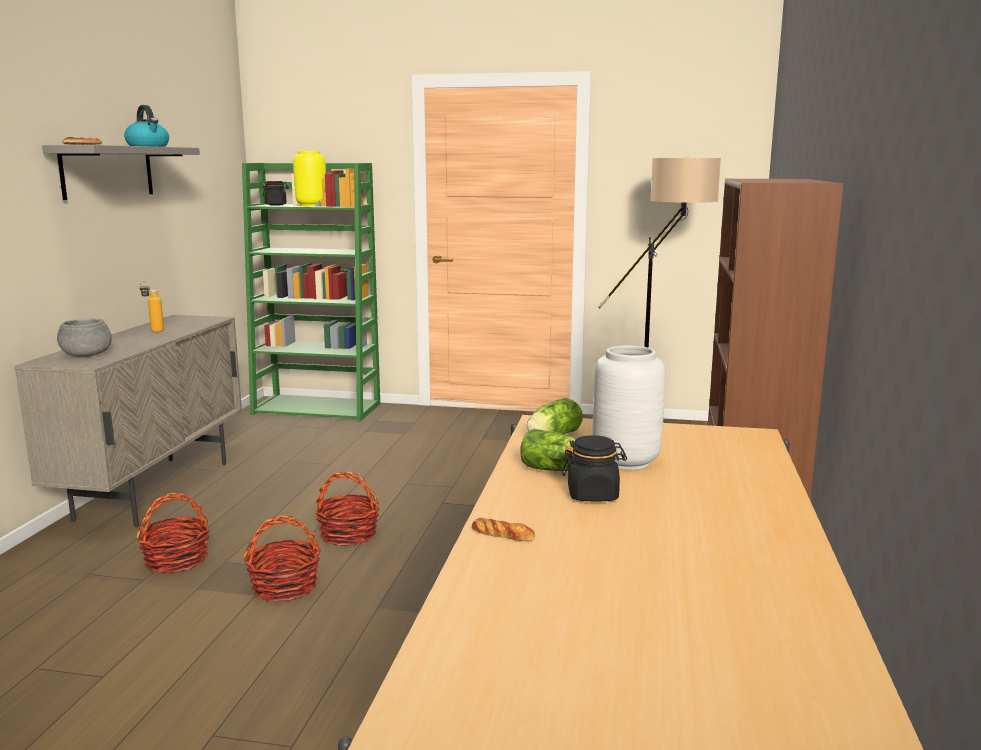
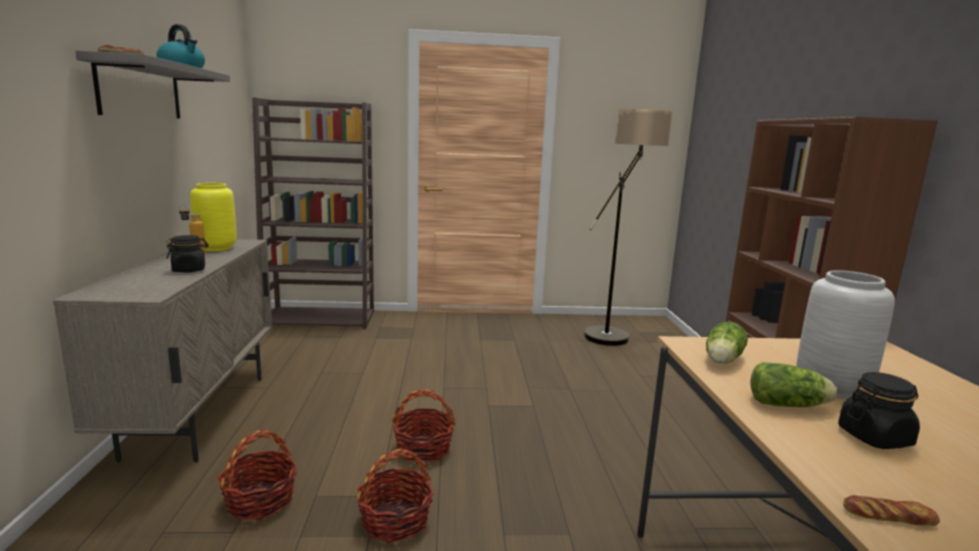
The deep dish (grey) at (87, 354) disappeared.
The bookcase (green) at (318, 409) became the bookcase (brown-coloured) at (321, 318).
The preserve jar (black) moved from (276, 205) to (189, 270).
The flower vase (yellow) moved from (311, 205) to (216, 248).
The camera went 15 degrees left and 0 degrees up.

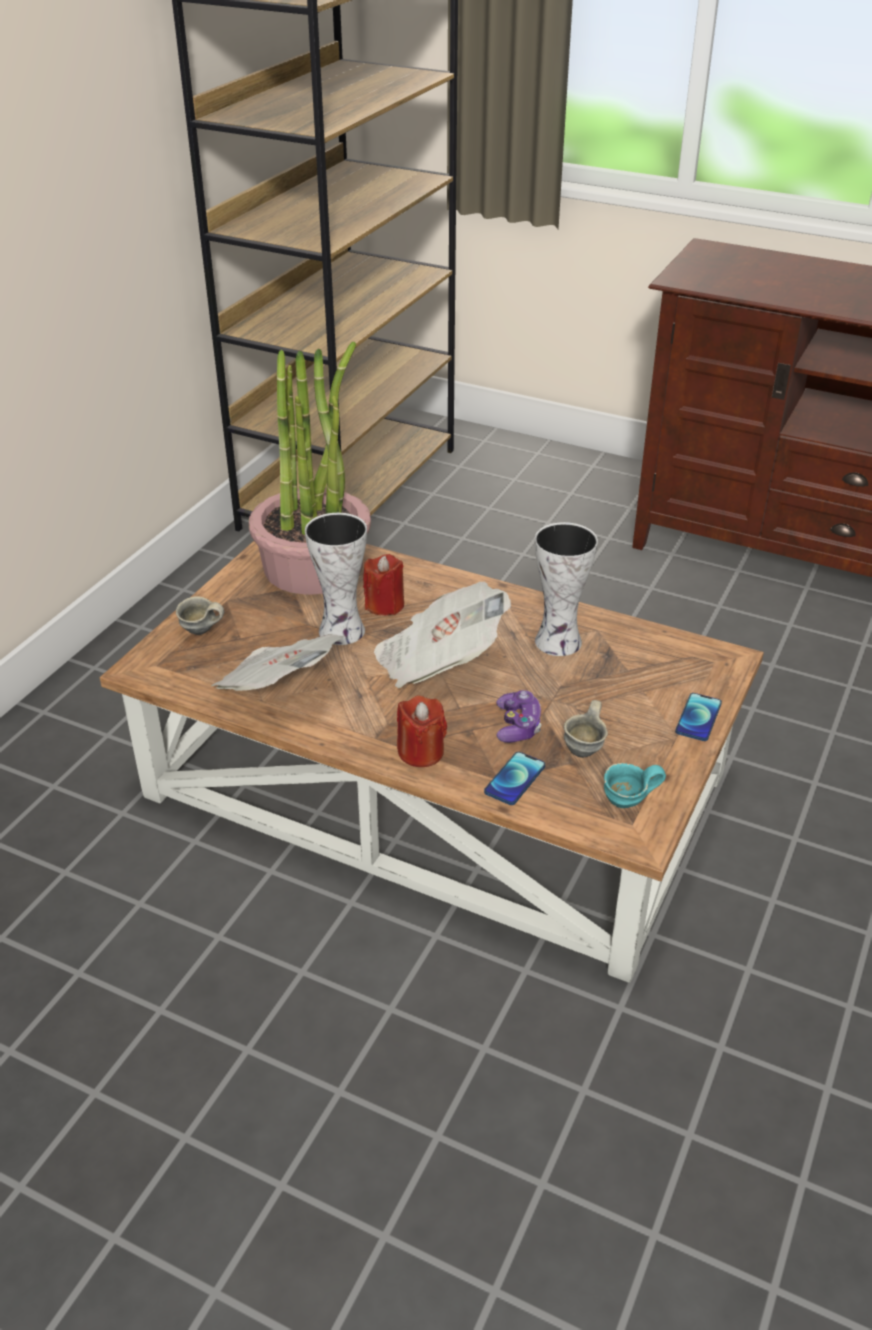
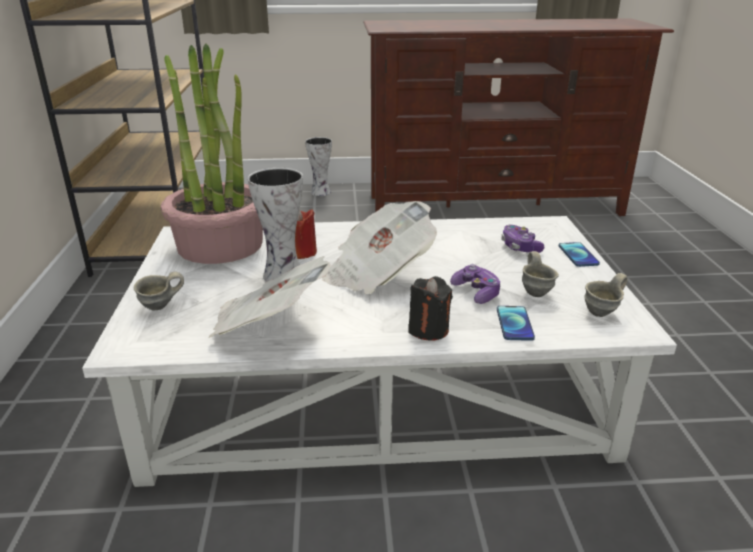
The low table (brown-coloured) at (431, 787) became the low table (white-coloured) at (373, 389).
The wax candle (red) at (421, 752) became the wax candle (black) at (428, 329).
The flower vase moved from (557, 643) to (320, 192).
The mug (turquoise) at (628, 804) became the mug (grey) at (603, 313).
The gamepad at (520, 247) appeared.
The camera went 30 degrees left and 10 degrees down.

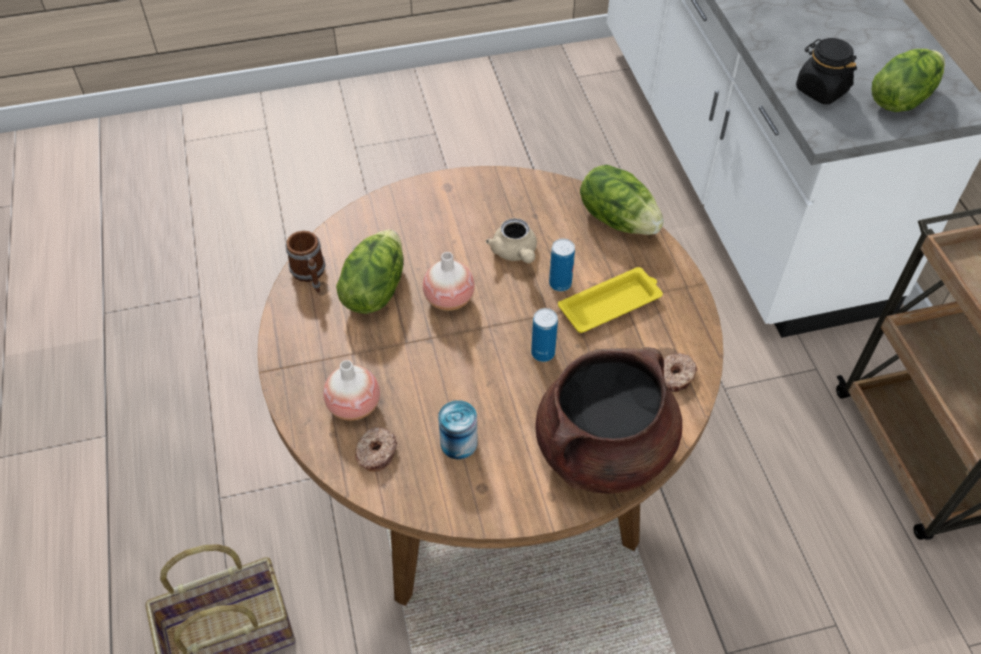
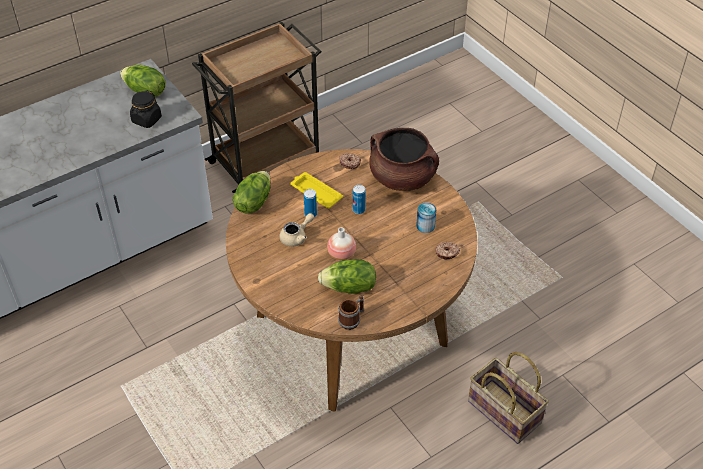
The flower vase at (354, 406) disappeared.
The camera went 110 degrees left and 5 degrees down.

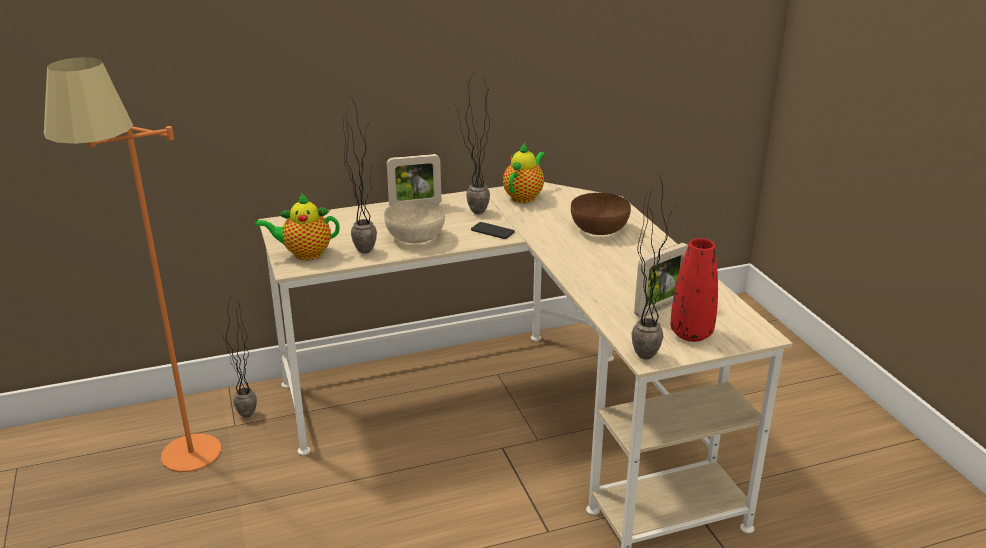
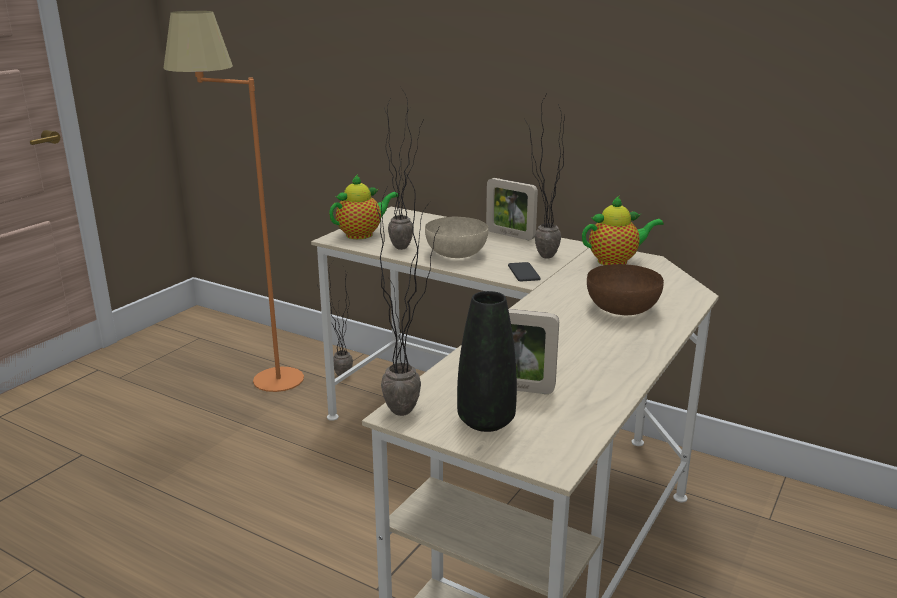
The tea pot at (304, 254) turned 105 degrees clockwise.
The flower vase (red) at (691, 334) became the flower vase (black) at (486, 421).
The camera went 50 degrees right and 5 degrees down.

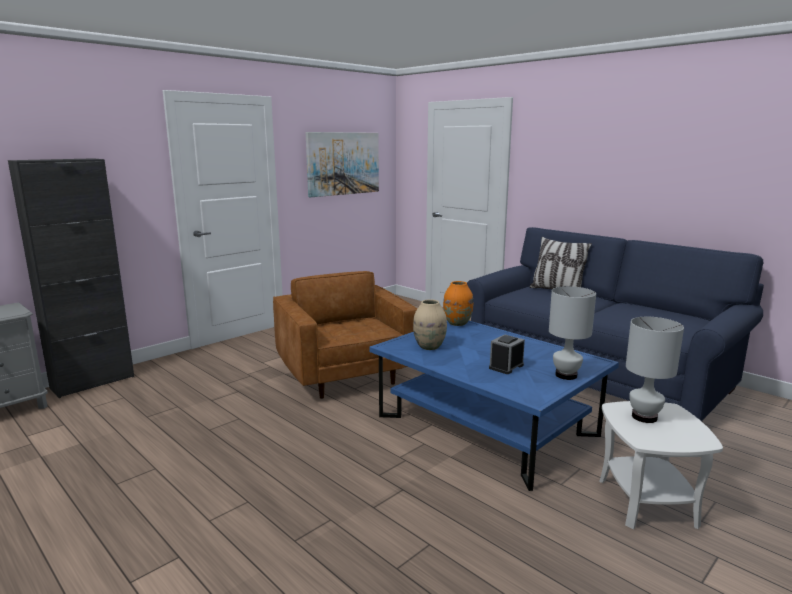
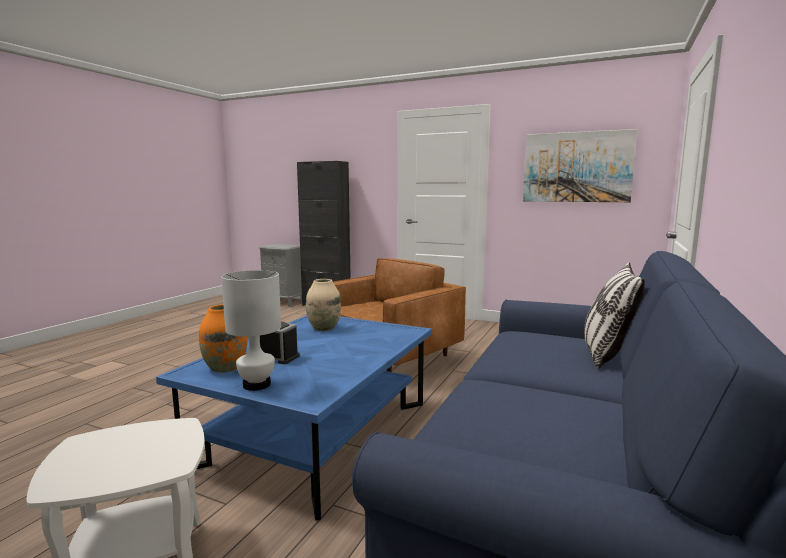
The flower vase (orange) moved from (457, 323) to (224, 368).
The lamp for a table (white-coloured) at (643, 417) disappeared.
The camera went 70 degrees right and 5 degrees down.

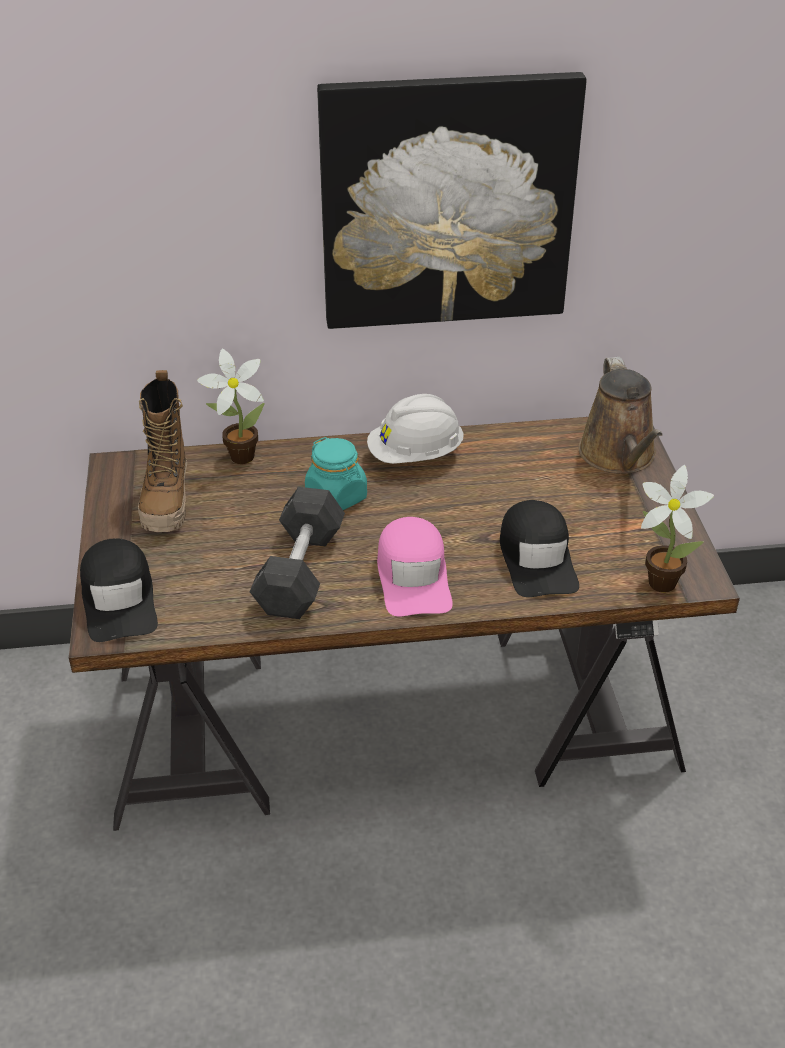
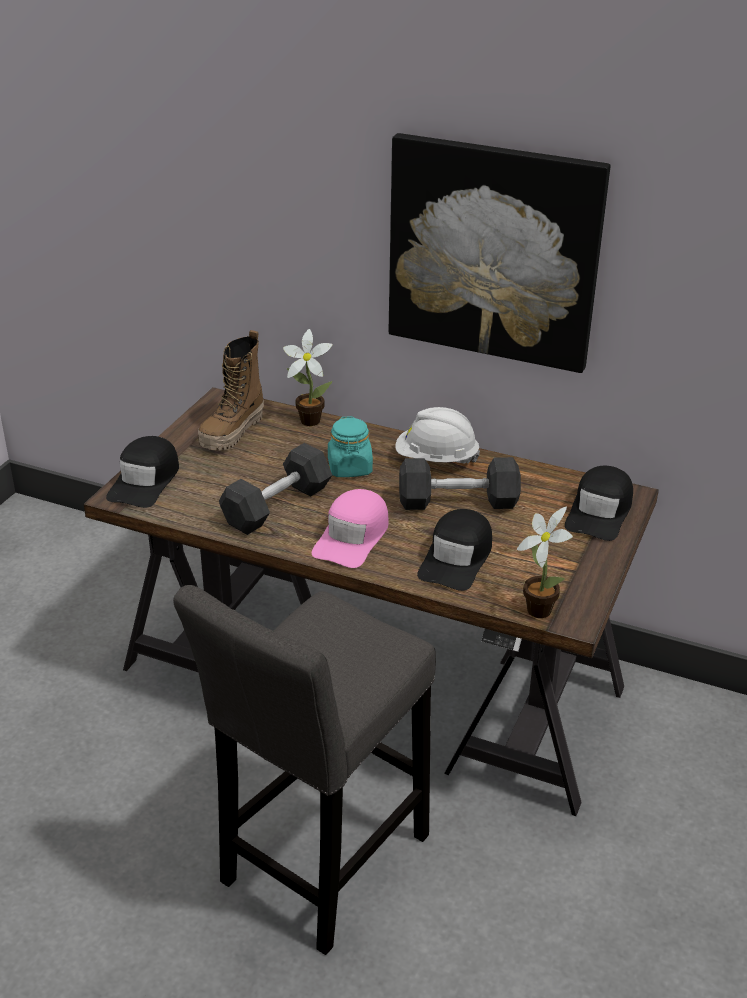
The watering pot (brown-coloured) at (619, 456) was replaced by the peaked cap (black) at (600, 512).
The stool (grey) at (319, 867) appeared.
The free weight (grey) at (458, 502) appeared.
The camera went 30 degrees right and 5 degrees down.

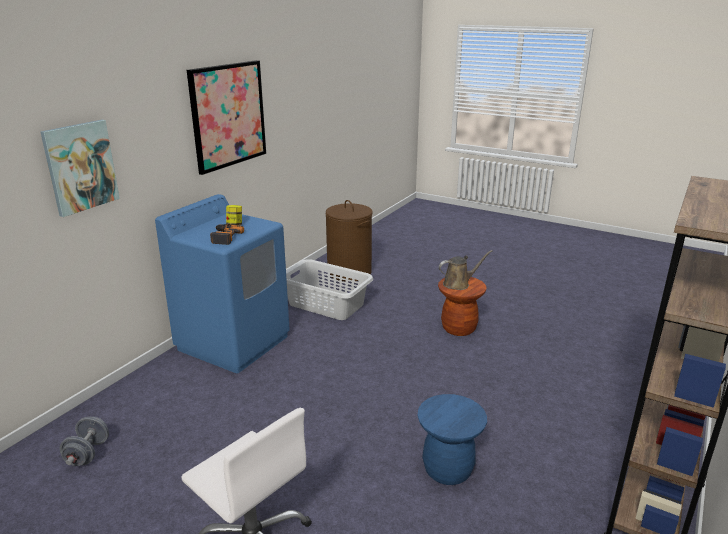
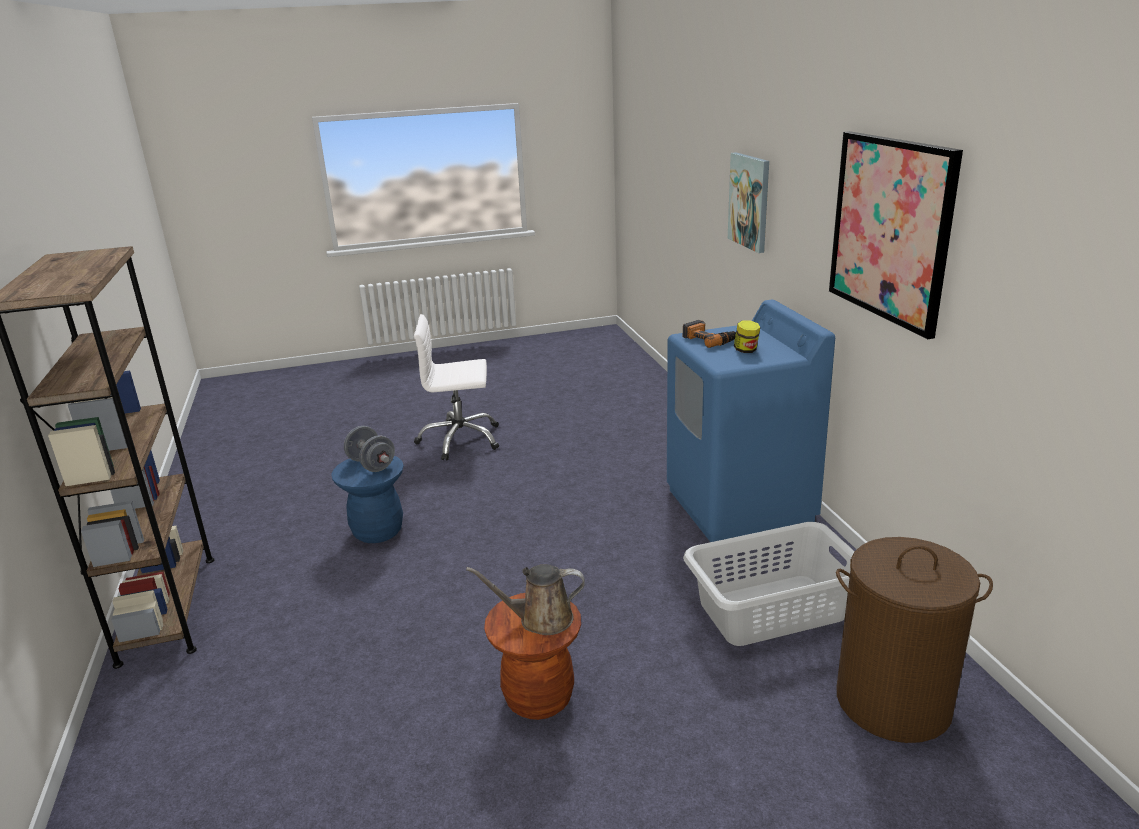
The free weight (grey) moved from (88, 453) to (371, 464).
The watering pot (brown-coloured) at (458, 284) turned 60 degrees clockwise.
The camera went 135 degrees right and 0 degrees up.

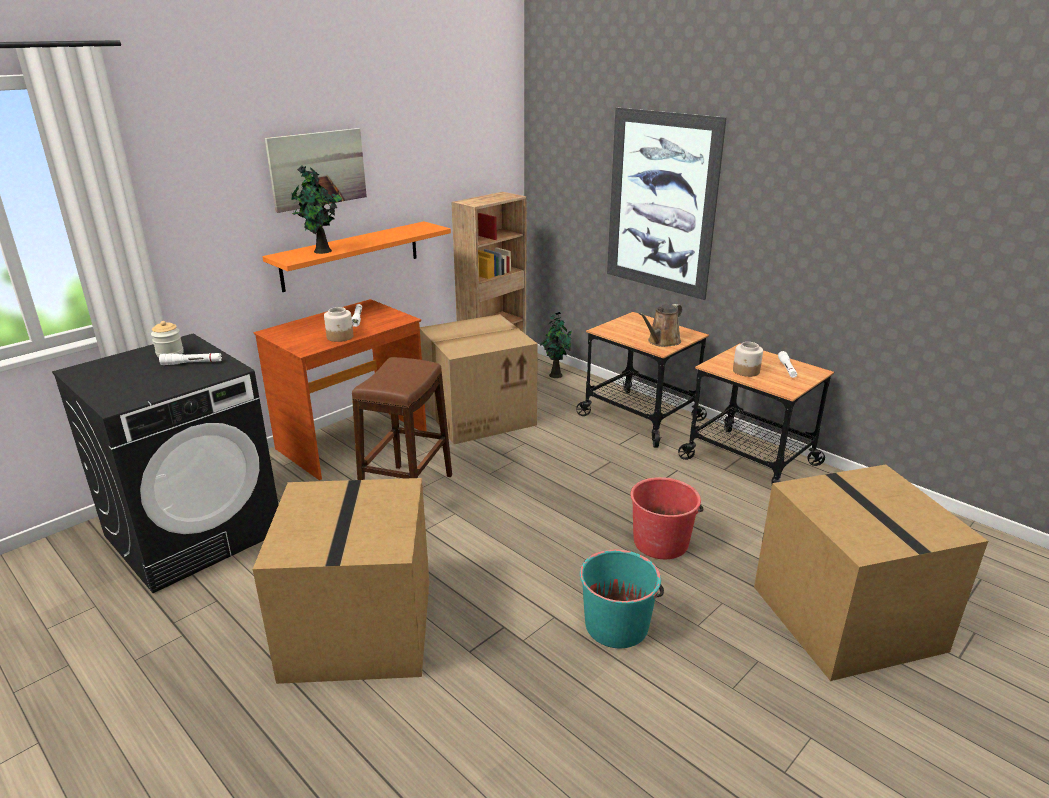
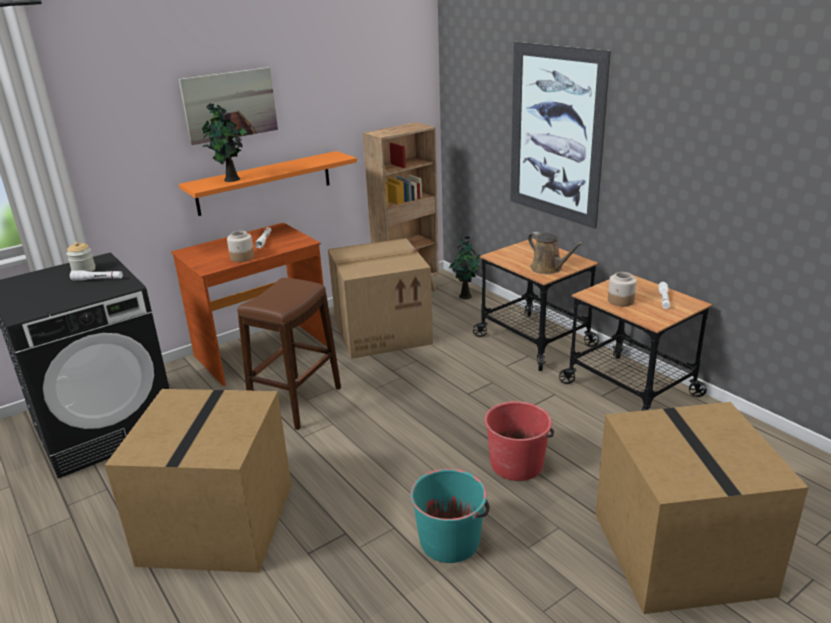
The watering pot (brown-coloured) at (662, 342) turned 90 degrees counterclockwise.
The camera went 10 degrees right and 0 degrees up.

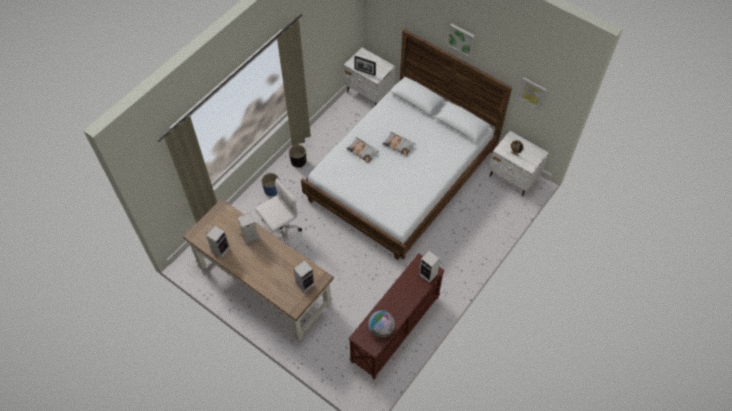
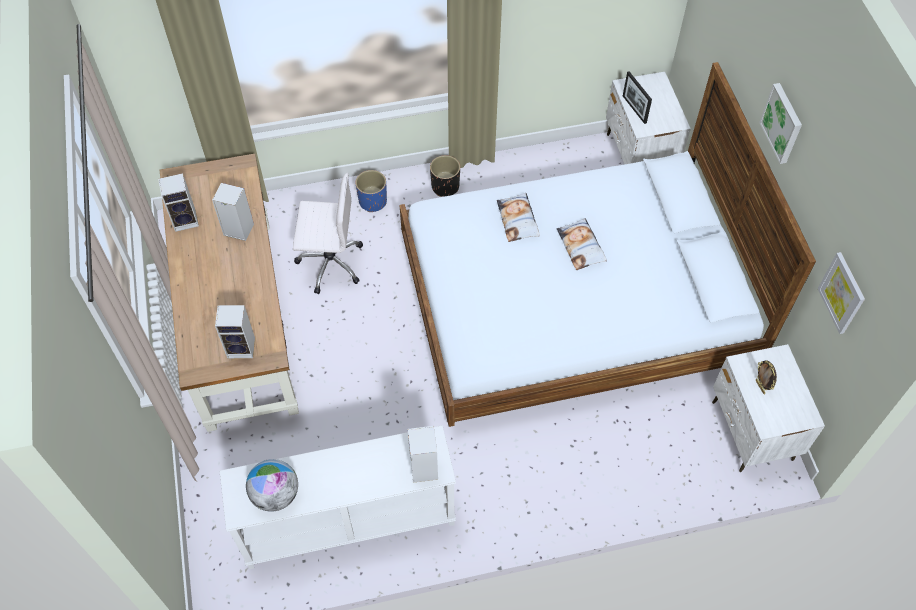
The narrow table (brown-coloured) at (396, 329) became the narrow table (white-coloured) at (348, 522).
The camera went 40 degrees right and 0 degrees up.

